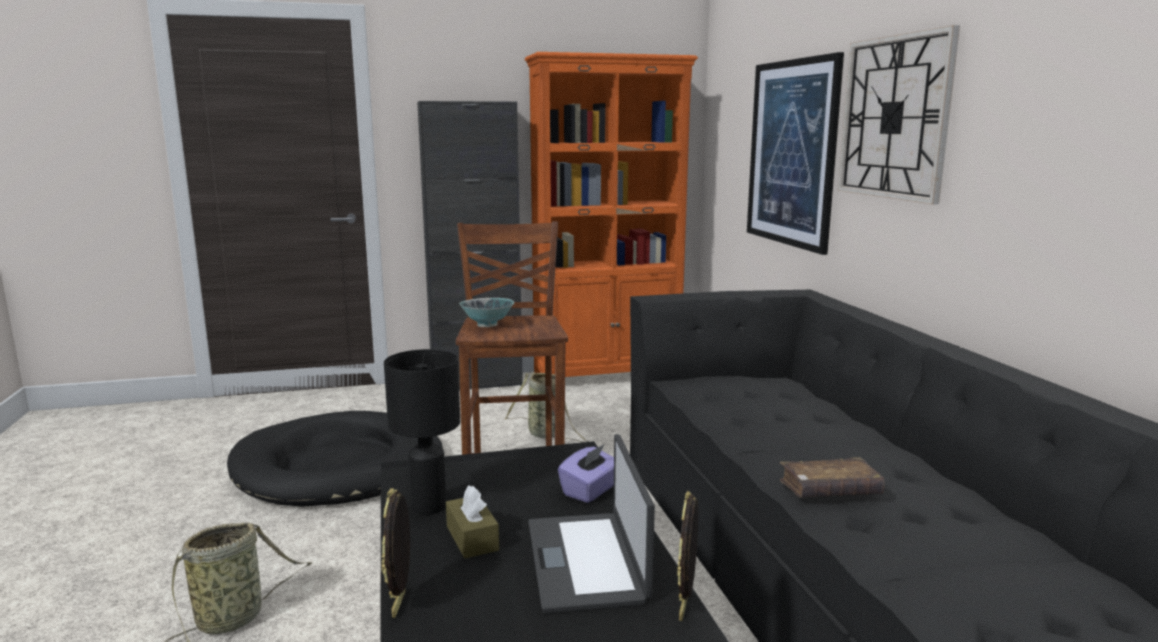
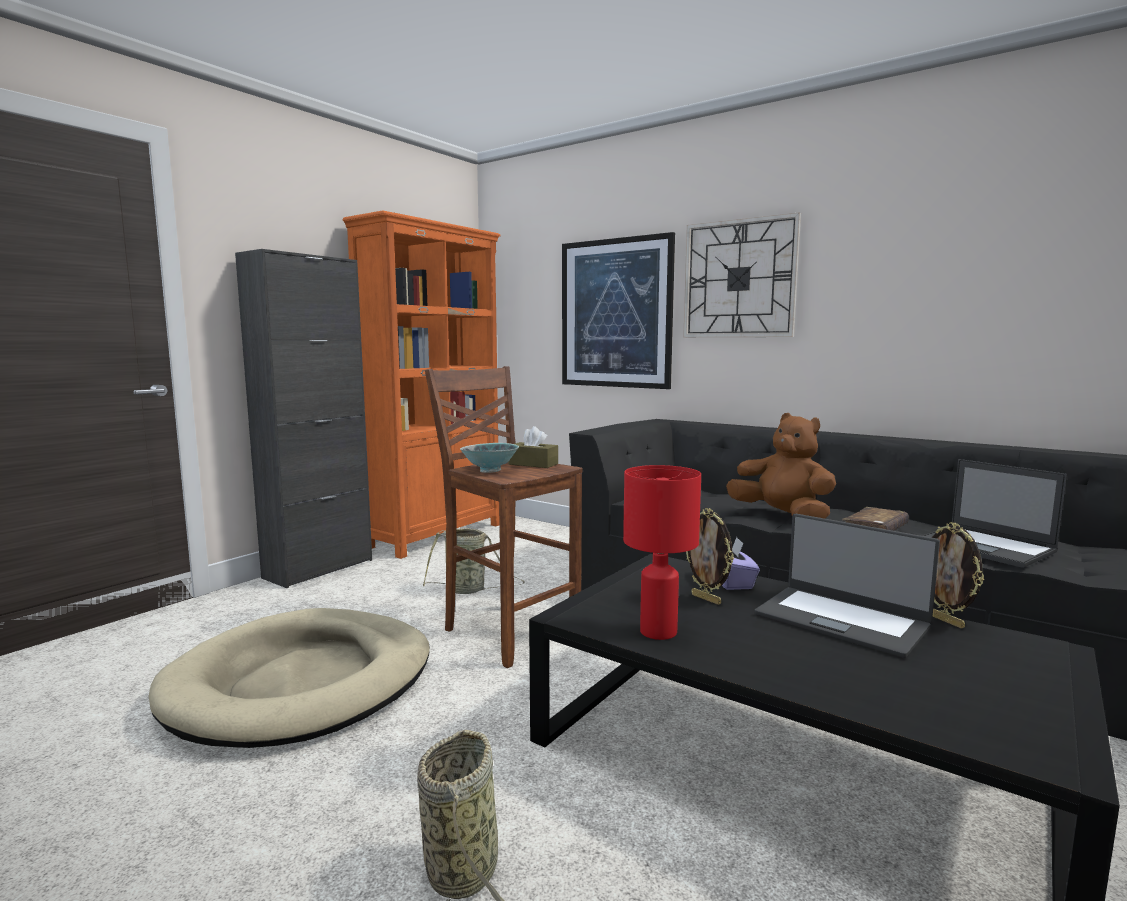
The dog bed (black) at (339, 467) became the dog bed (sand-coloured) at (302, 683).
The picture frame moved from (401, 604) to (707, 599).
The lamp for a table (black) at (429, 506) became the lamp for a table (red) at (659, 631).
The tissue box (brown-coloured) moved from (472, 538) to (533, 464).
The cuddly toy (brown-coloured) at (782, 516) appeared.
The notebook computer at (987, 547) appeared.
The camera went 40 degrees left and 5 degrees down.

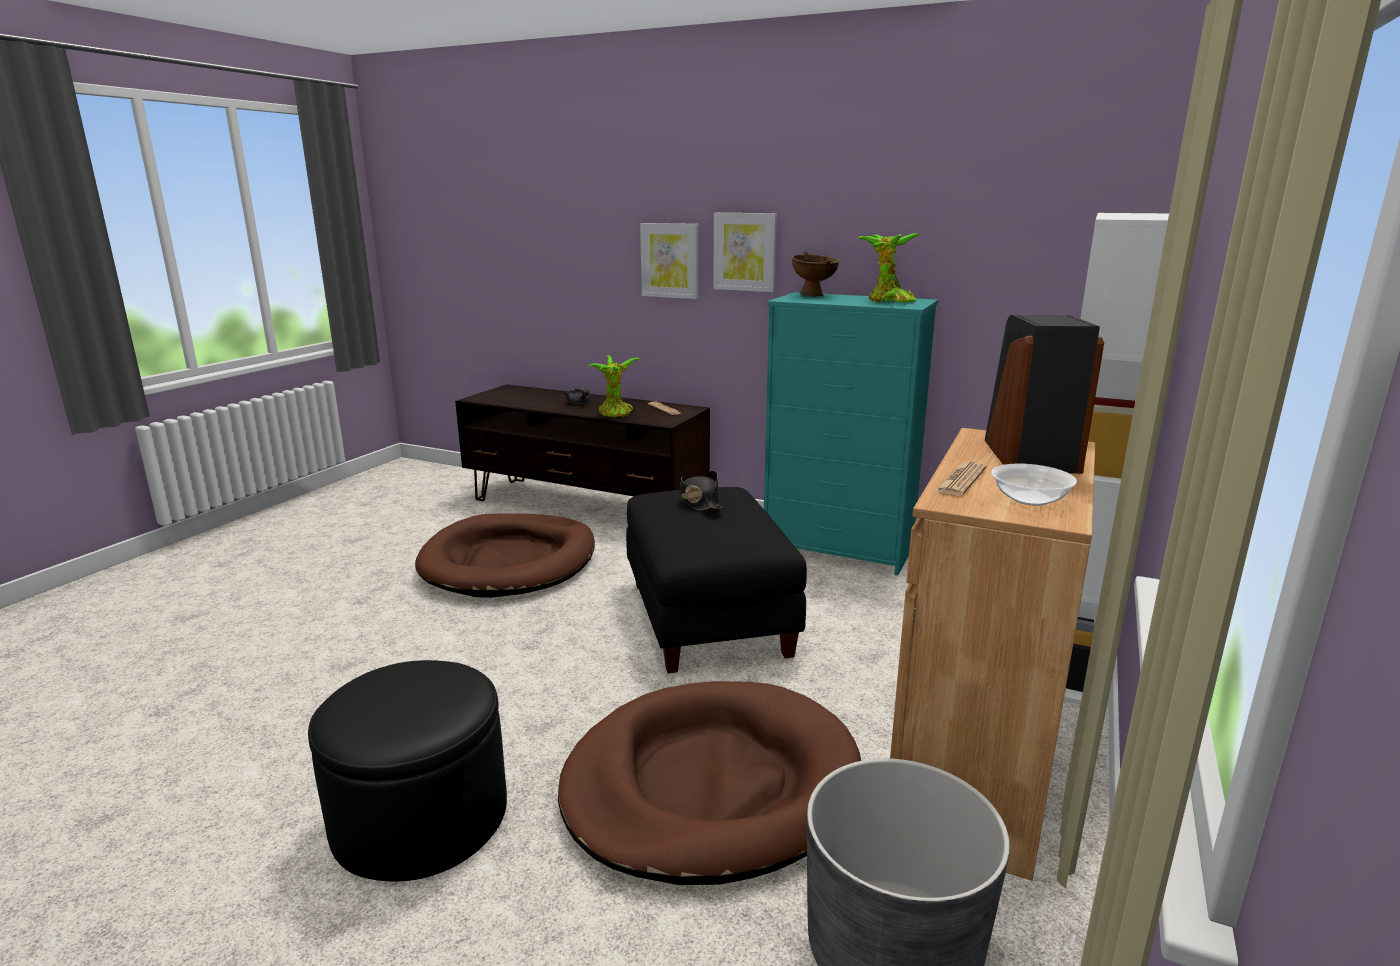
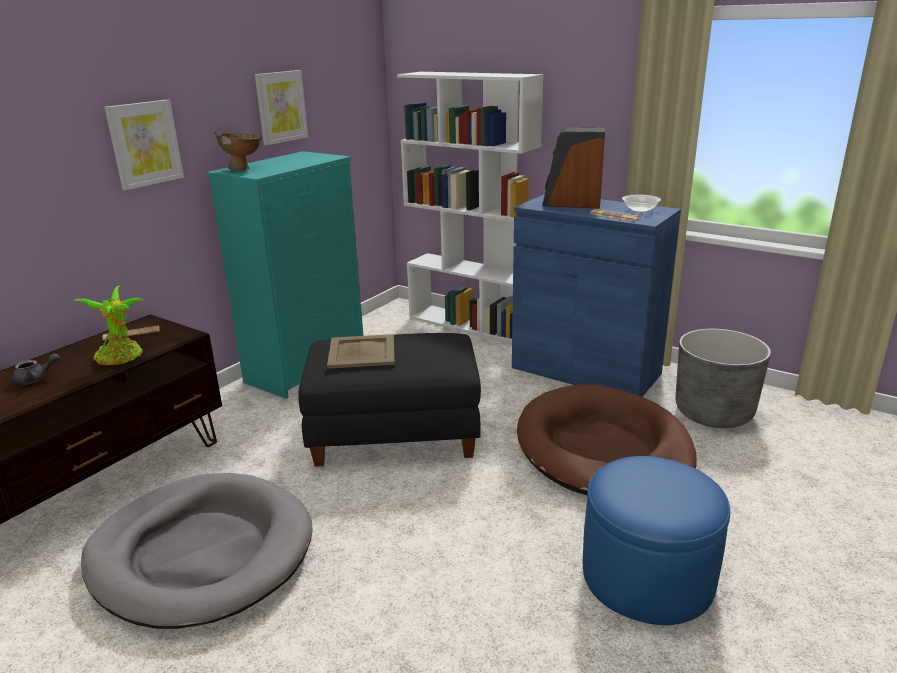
The ottoman (black) at (420, 817) became the ottoman (bluish) at (647, 575).
The dog bed (brown-coloured) at (510, 561) became the dog bed (grey) at (202, 553).
The wall art moved from (670, 260) to (281, 107).
The clothing hat (black) at (699, 501) was replaced by the carrying tray (sand-coloured) at (361, 351).
The plant in a pot at (888, 301) disappeared.
The cupboard (brown-coloured) at (974, 770) became the cupboard (bluish) at (585, 371).
The camera went 80 degrees left and 5 degrees up.

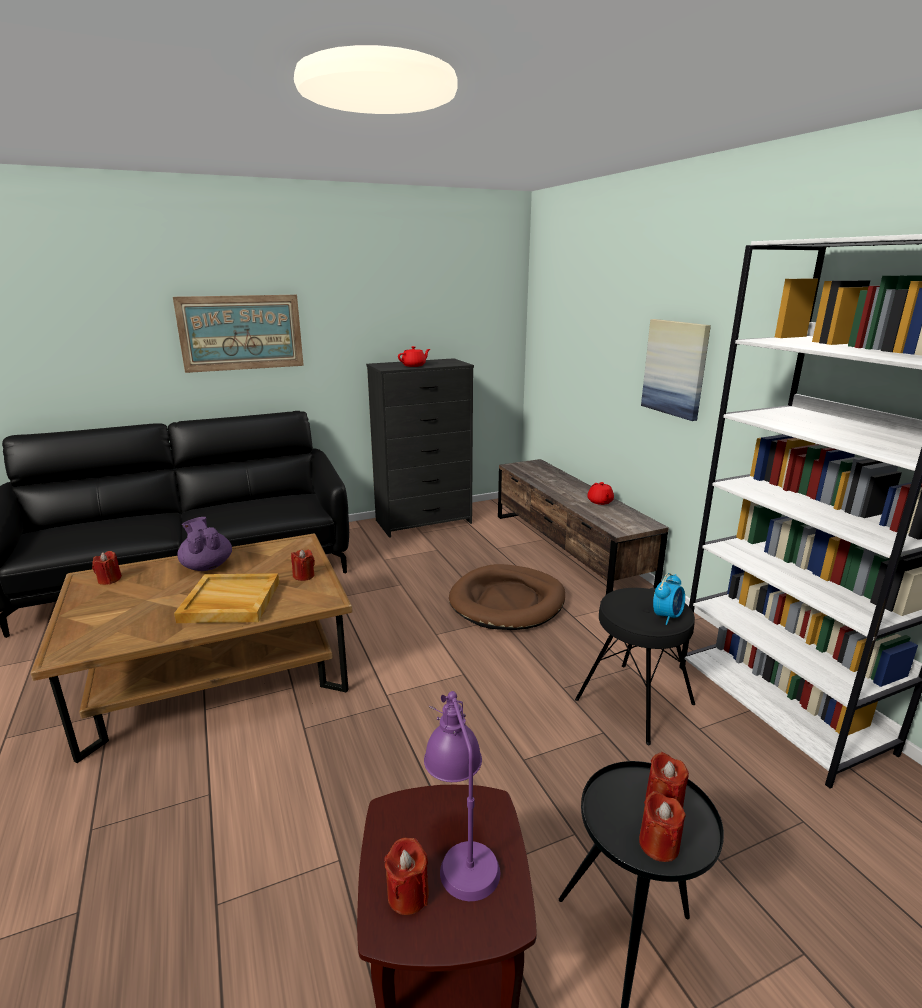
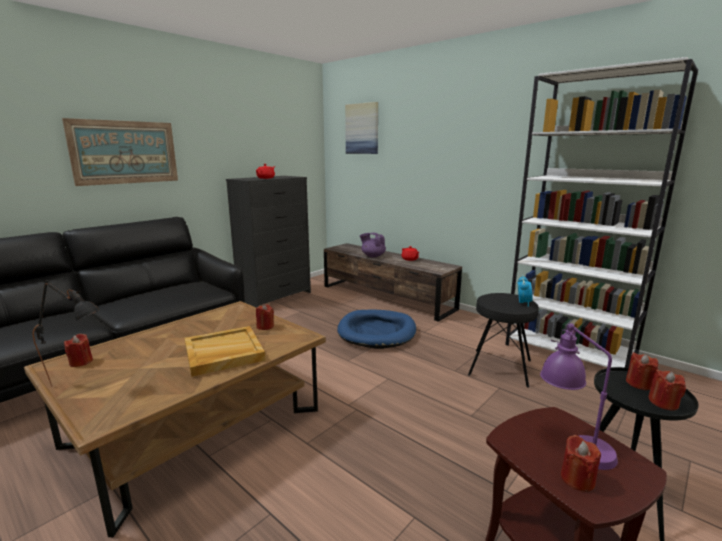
The tea pot (purplish) moved from (207, 566) to (373, 256).
The dog bed (brown-coloured) at (507, 601) became the dog bed (bluish) at (377, 332).
The wall art moved from (675, 368) to (362, 129).
The lamp for a table (black) at (80, 383) appeared.
The camera went 25 degrees left and 5 degrees down.

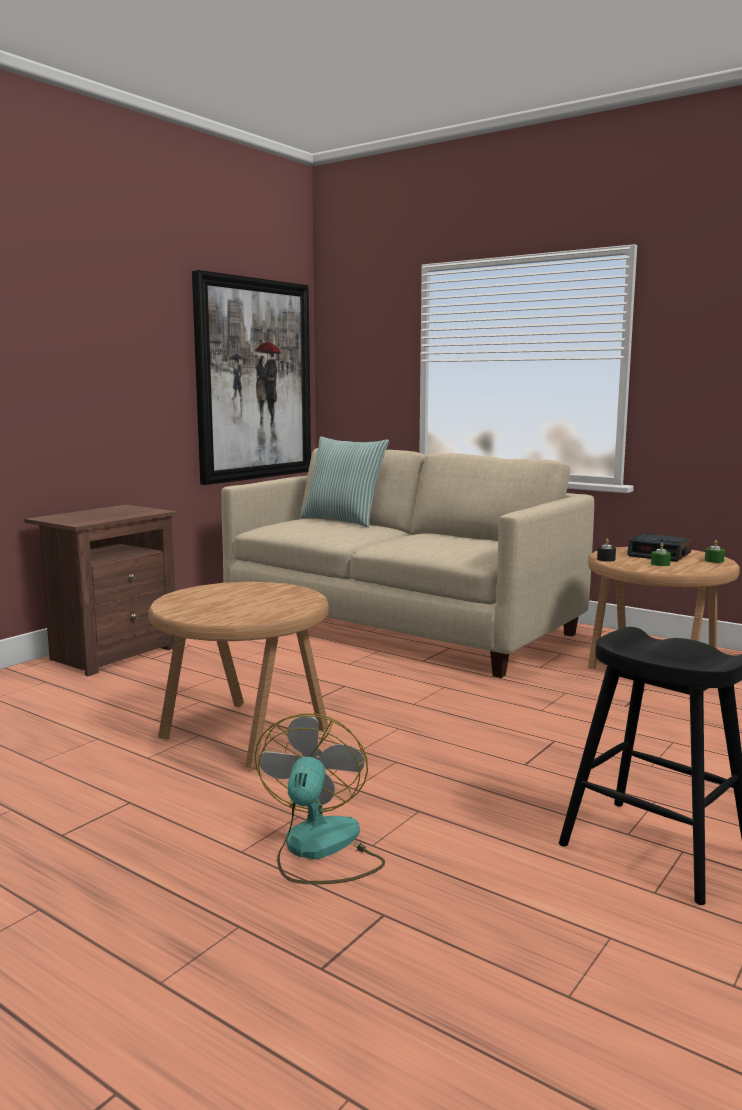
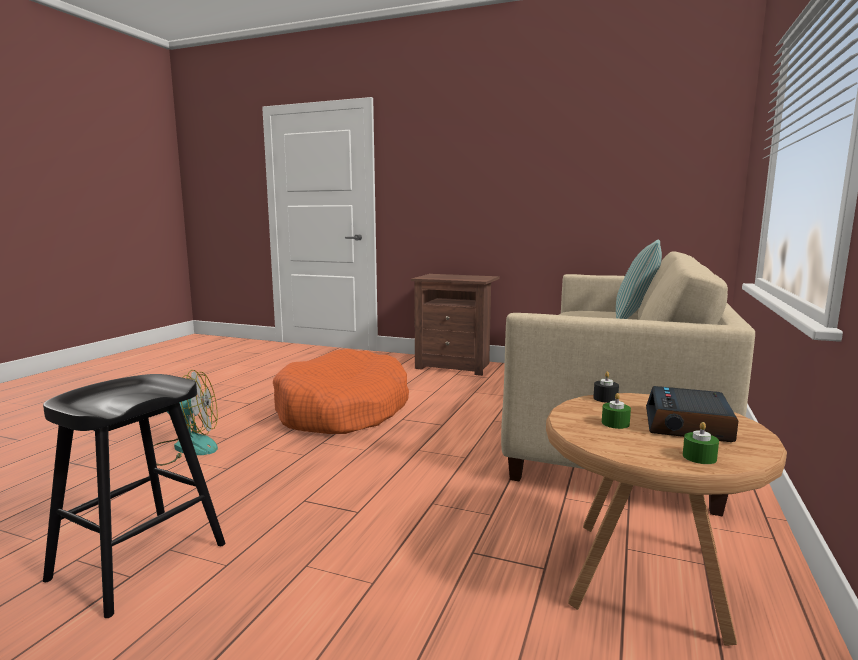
The accent table (brown-coloured) at (243, 733) was replaced by the dog bed (orange) at (342, 411).
The wall art at (254, 380) disappeared.
The camera went 75 degrees right and 0 degrees up.

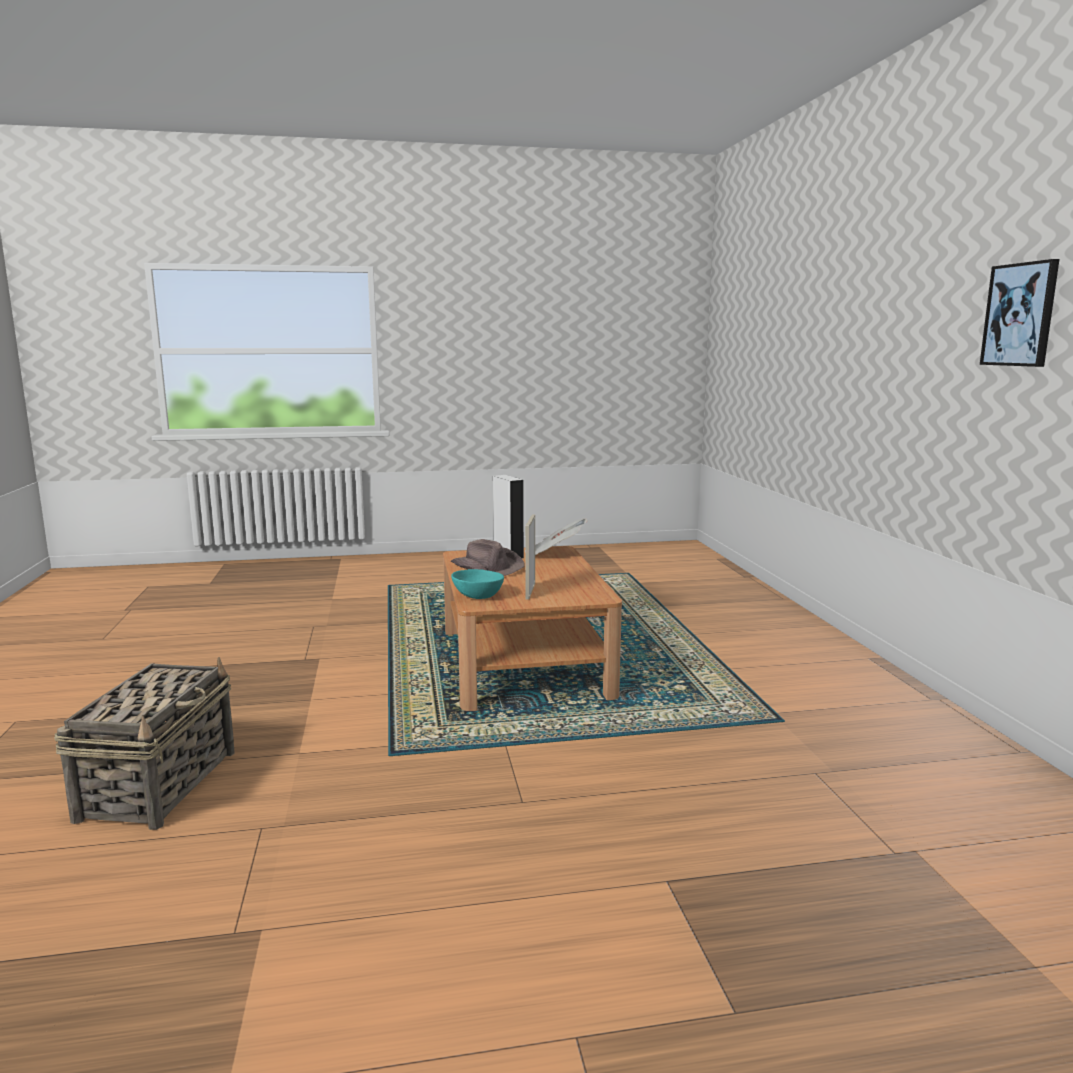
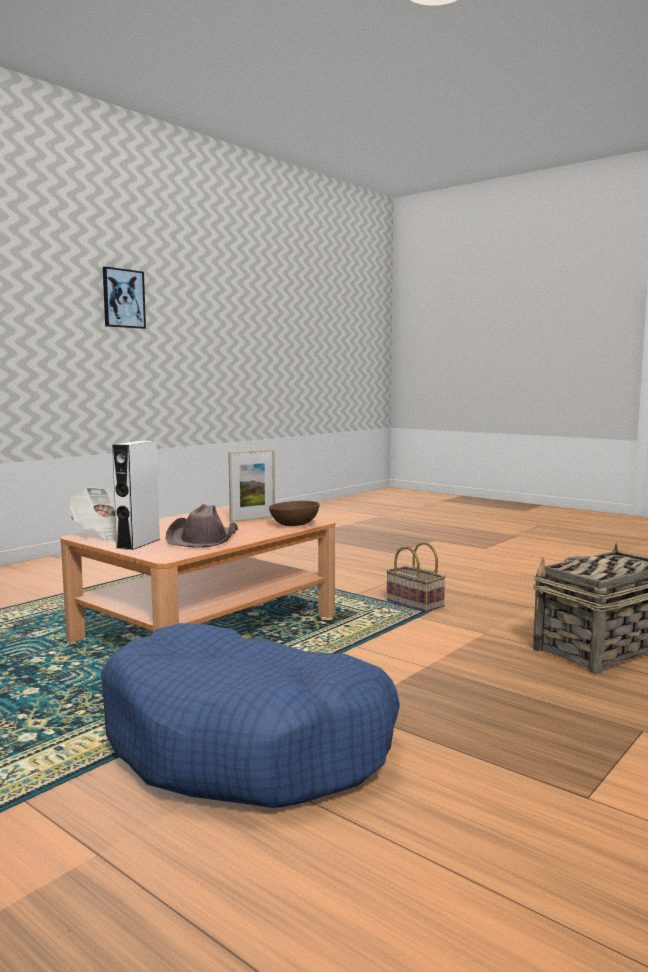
The deep dish (turquoise) at (477, 596) became the deep dish (brown-coloured) at (295, 525).
The dog bed (bluish) at (248, 744) appeared.
The household basket at (413, 603) appeared.
The camera went 130 degrees left and 5 degrees down.

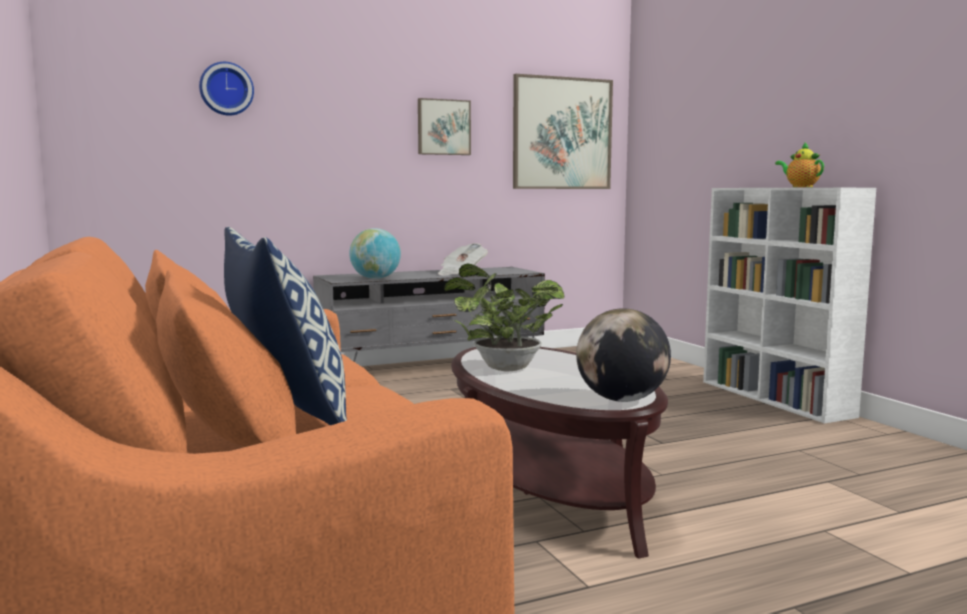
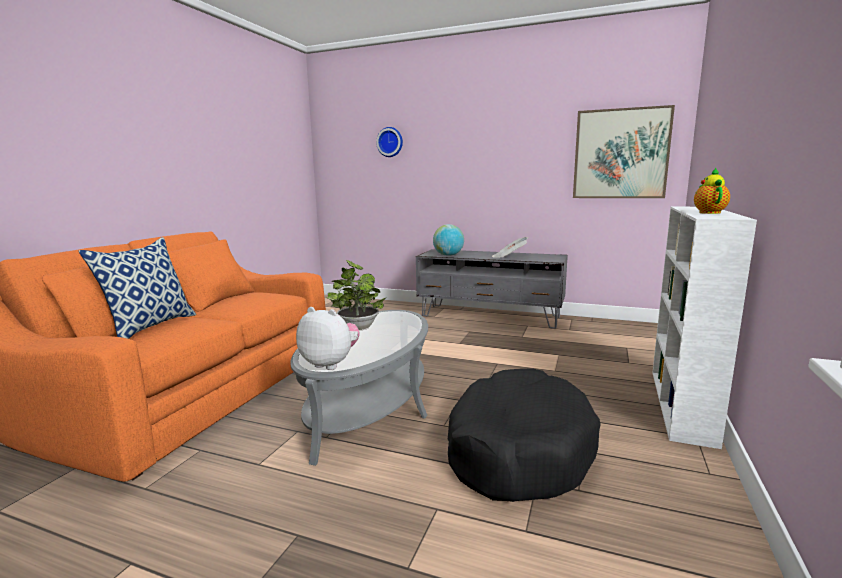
The wall art at (443, 127) disappeared.
The low table (brown-coloured) at (547, 488) became the low table (grey) at (369, 407).
The desk globe at (621, 400) was replaced by the cuddly toy at (330, 364).
The dog bed (black) at (517, 449) appeared.
The camera went 45 degrees right and 5 degrees up.

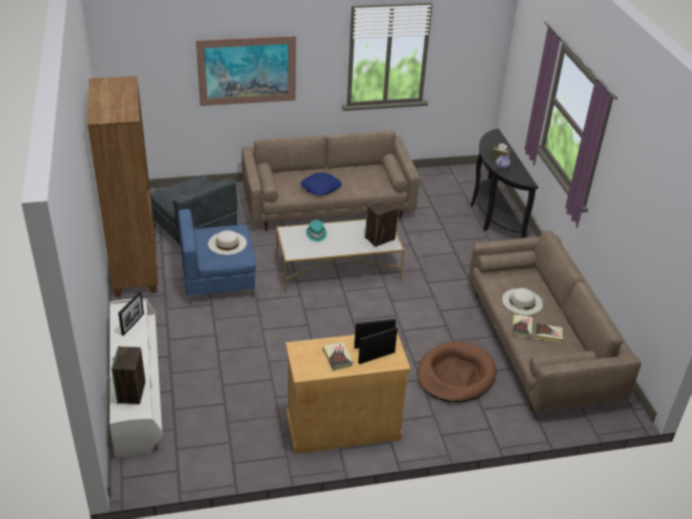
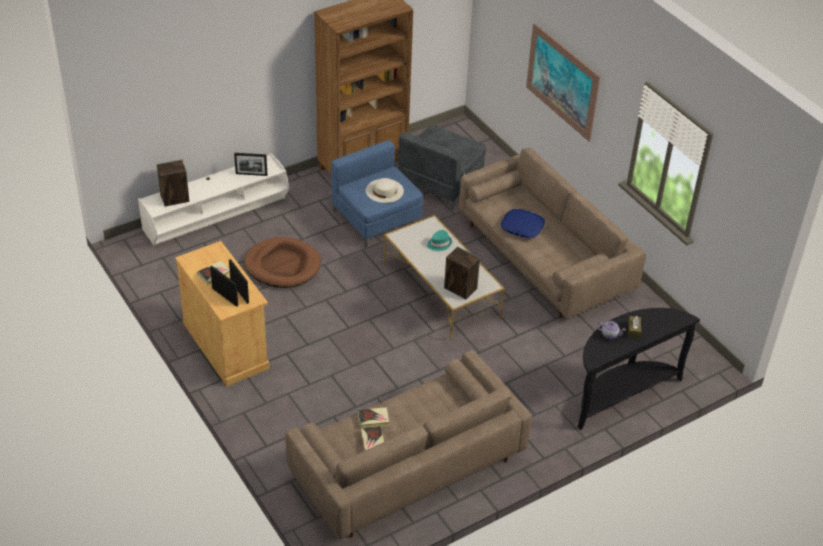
The dog bed (brown-coloured) moved from (455, 375) to (282, 265).
The clothing hat (white-coloured) at (522, 301) disappeared.
The camera went 70 degrees right and 5 degrees up.

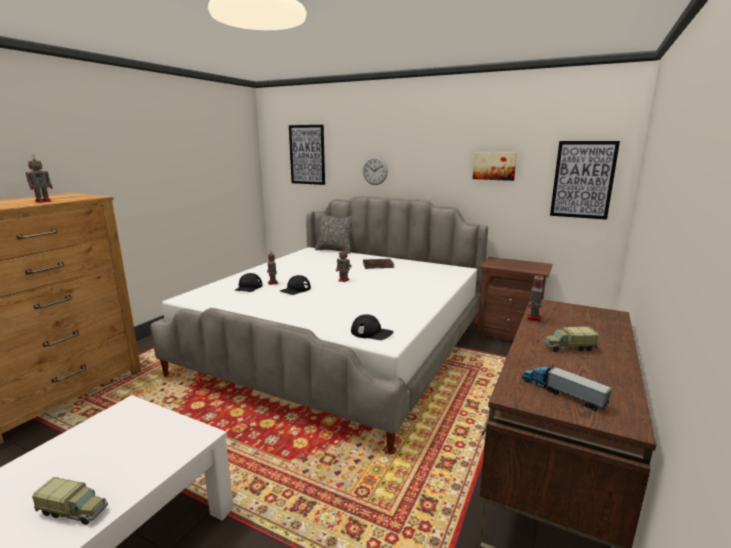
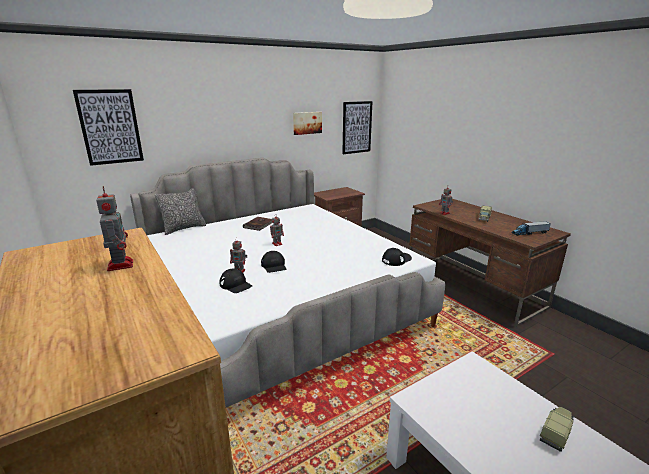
The clock on the wall at (375, 171) disappeared.
The camera went 60 degrees left and 5 degrees up.

